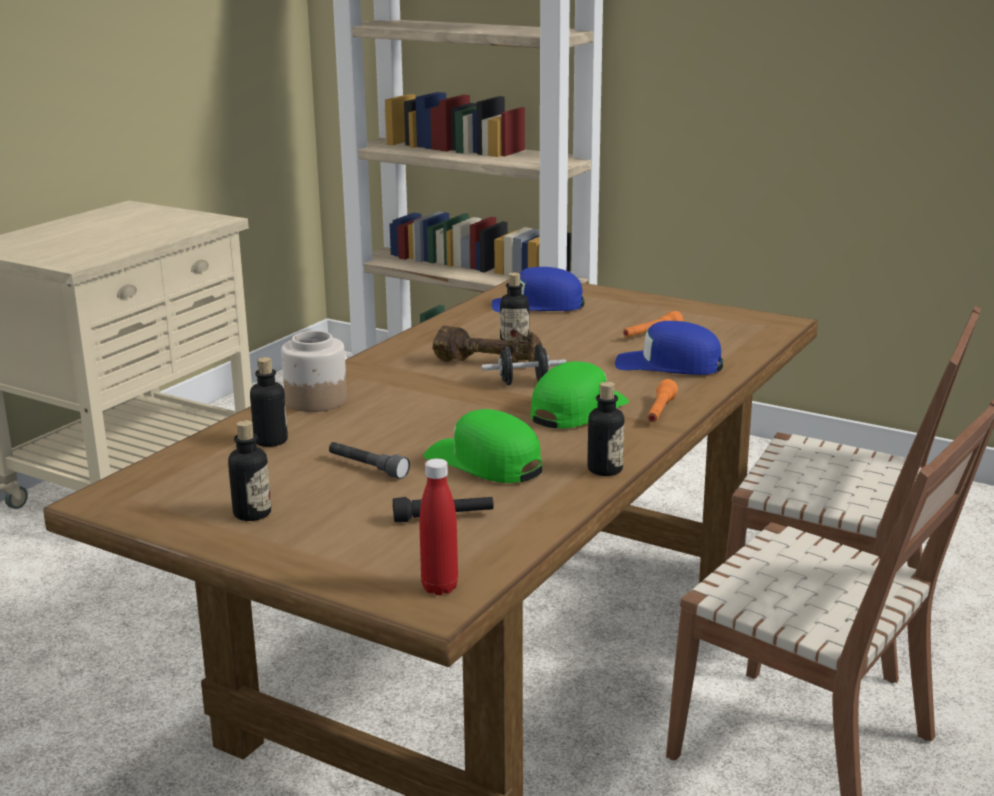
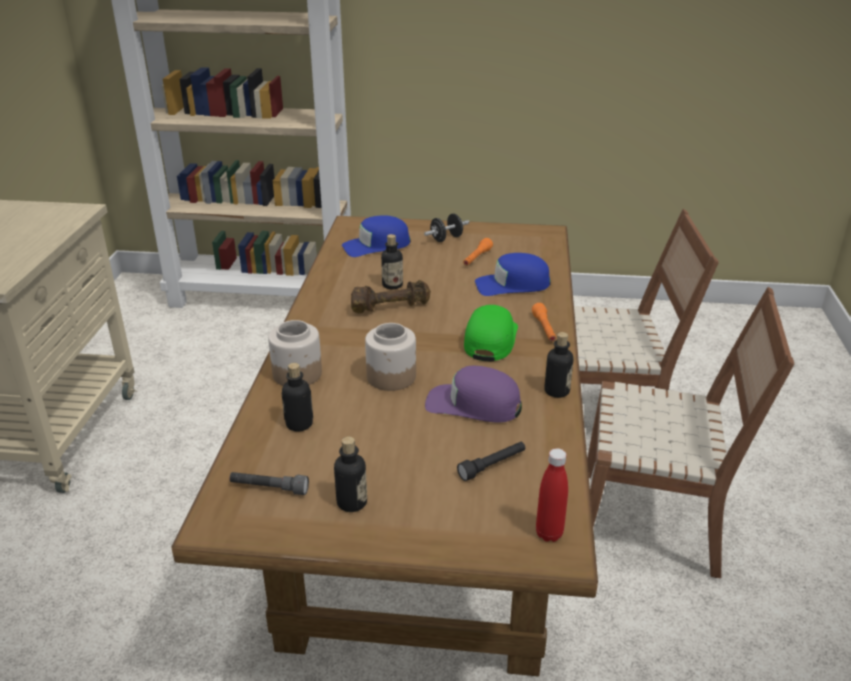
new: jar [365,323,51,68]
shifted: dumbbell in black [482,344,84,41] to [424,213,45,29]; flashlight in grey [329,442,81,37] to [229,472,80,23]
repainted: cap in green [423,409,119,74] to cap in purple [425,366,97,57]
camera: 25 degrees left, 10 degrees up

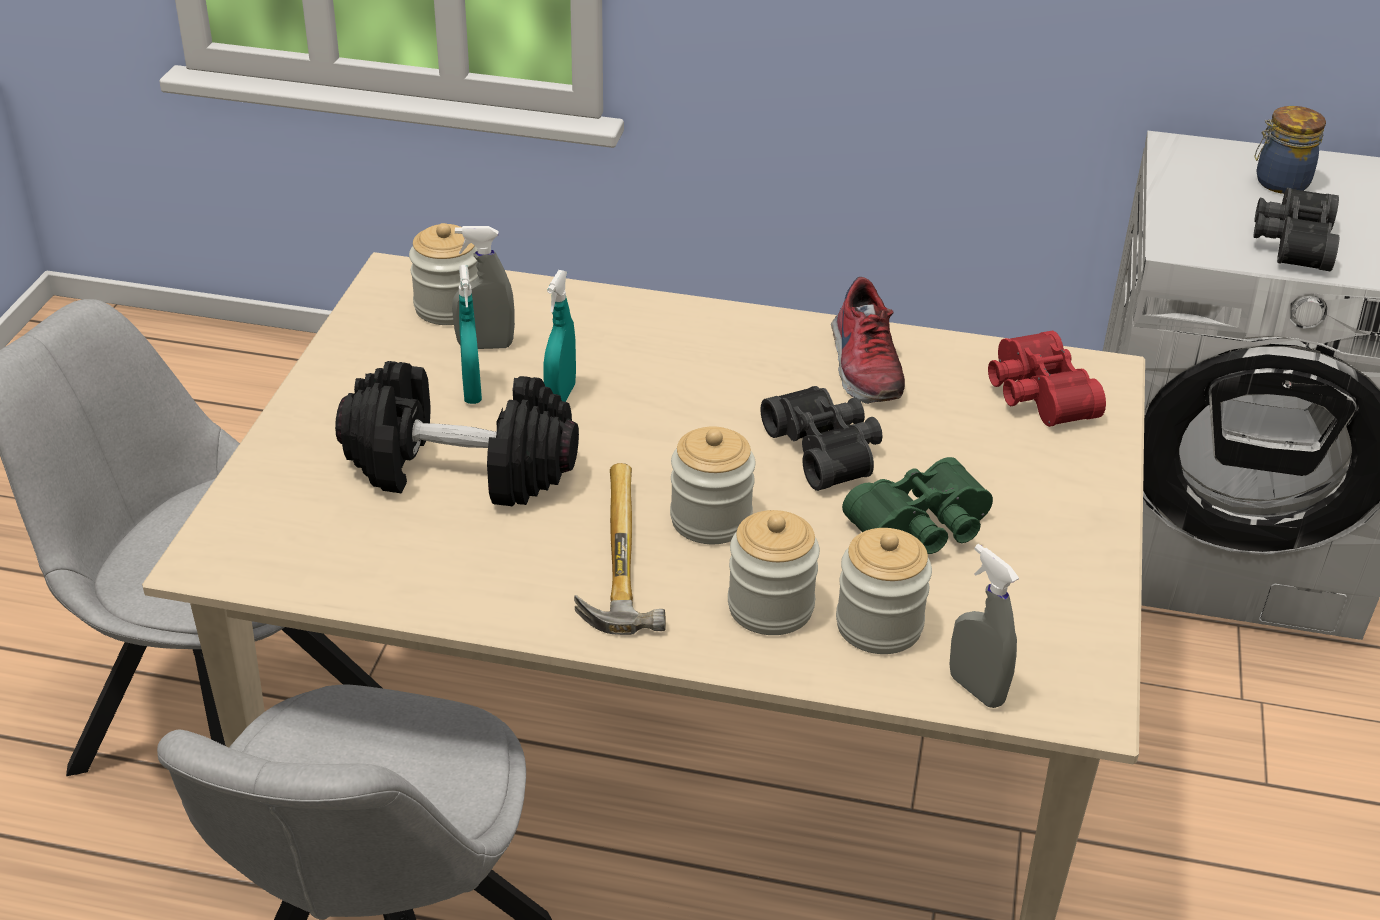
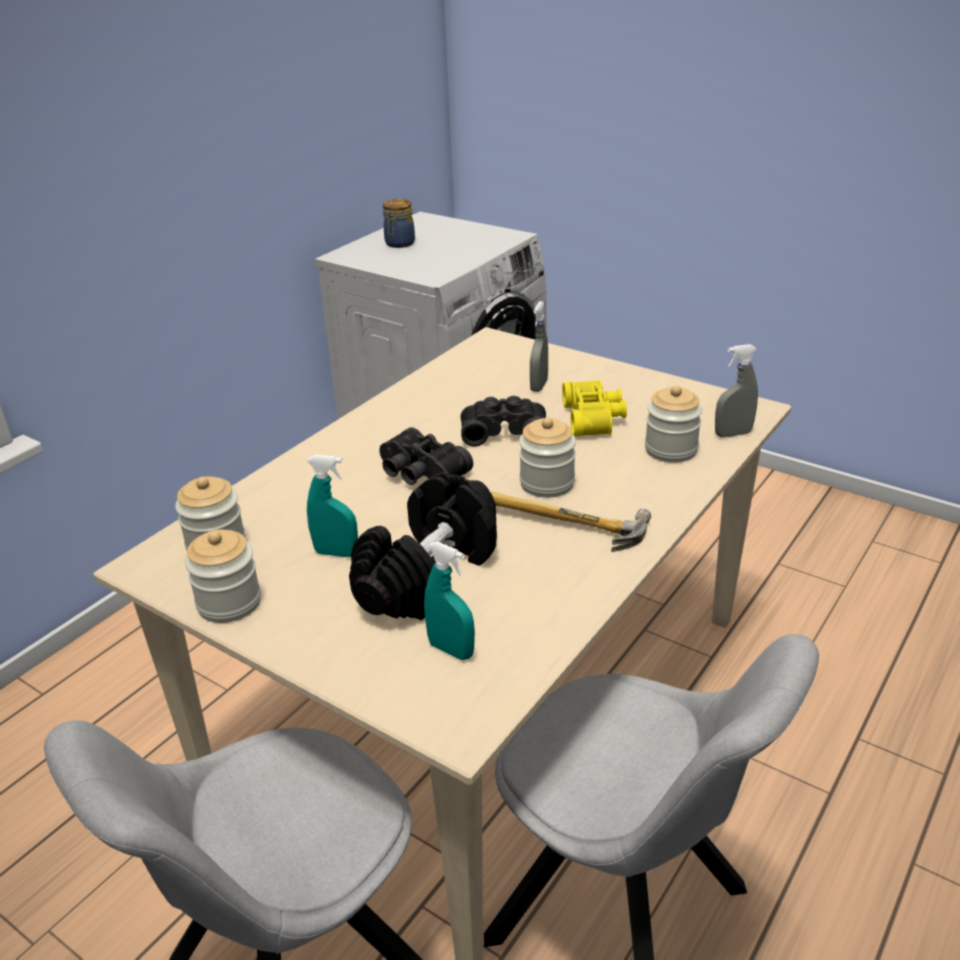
gone: shoe [831,277,74,127]; binoculars in red [988,331,118,96]
shifted: binoculars in black [1253,188,86,84] to [379,427,94,58]; spray bottle in grey [452,226,63,123] to [530,301,18,91]; spray bottle in turquoise [543,270,33,132] to [424,541,51,119]; jar [728,510,92,125] to [185,530,76,93]
repainted: binoculars in green [842,457,151,97] to binoculars in yellow [562,380,65,57]
camera: 65 degrees left, 5 degrees down

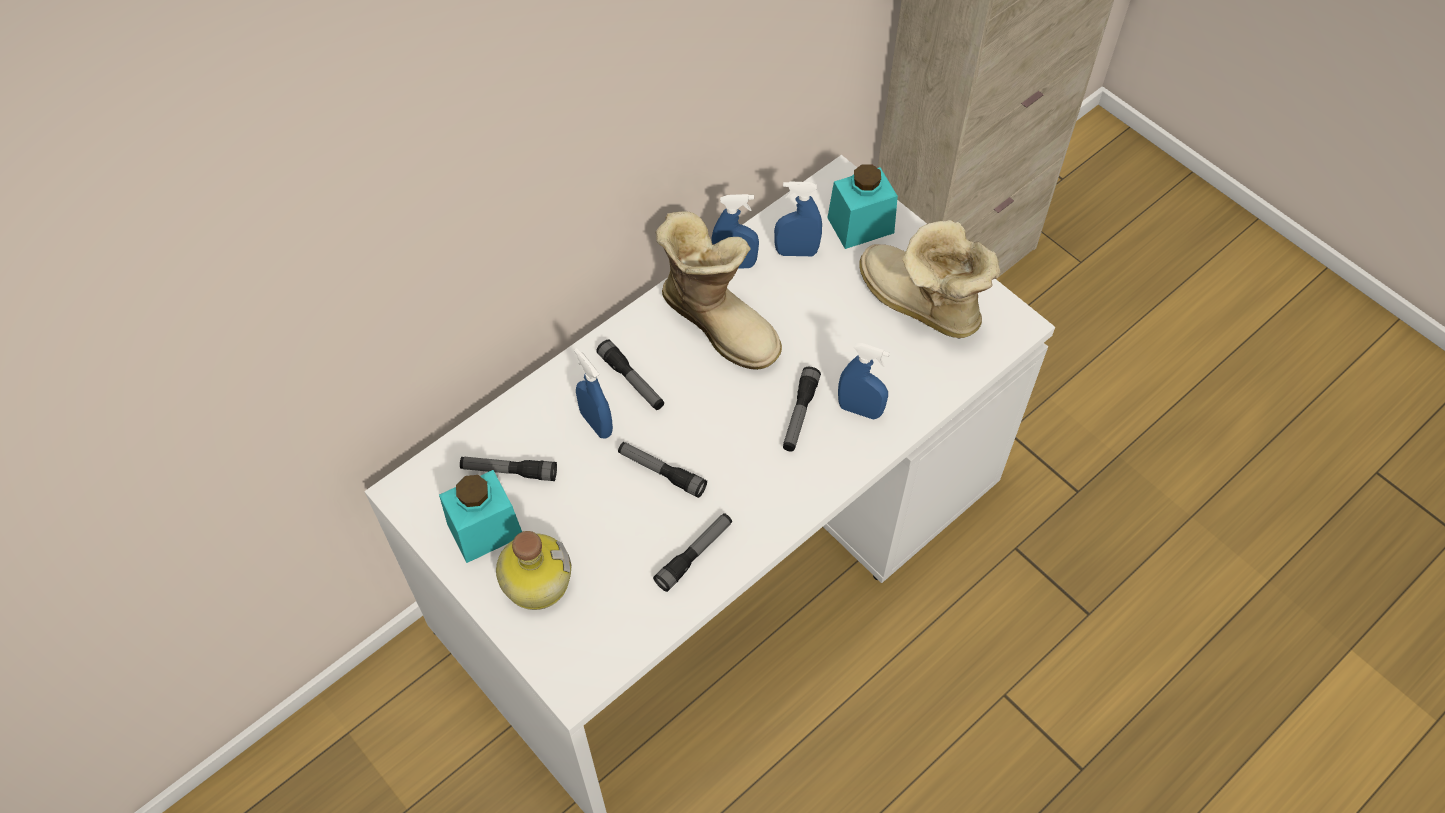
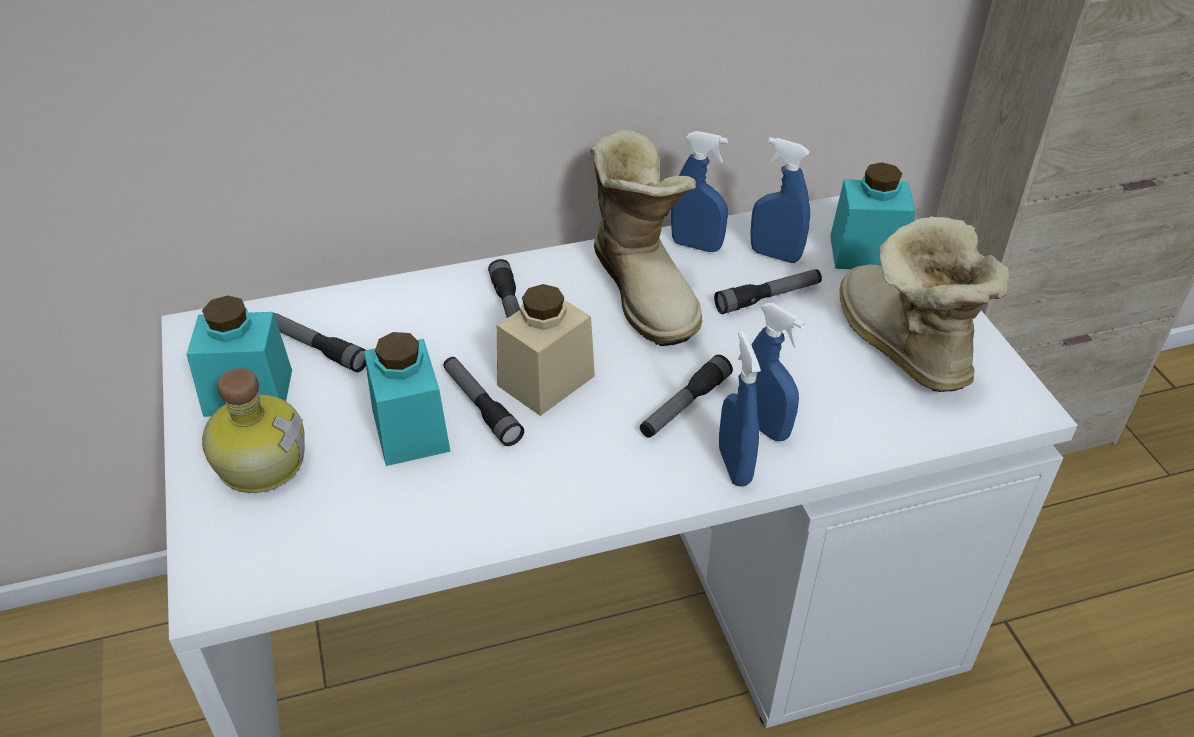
new: jar in beige [497,284,98,132]; jar in turquoise [364,332,87,134]
shifted: spray bottle in blue [574,348,39,90] to [719,331,42,156]; flashlight [653,513,79,79] to [714,269,108,45]
camera: 25 degrees right, 15 degrees down

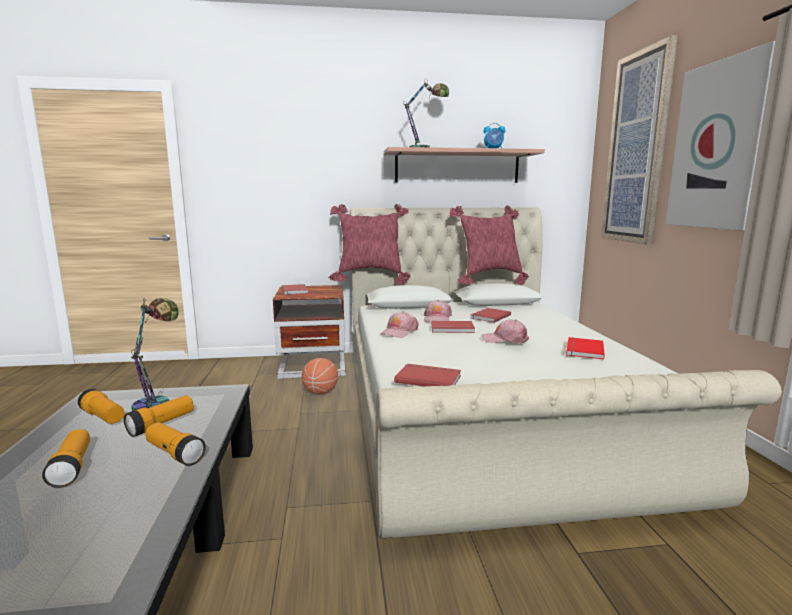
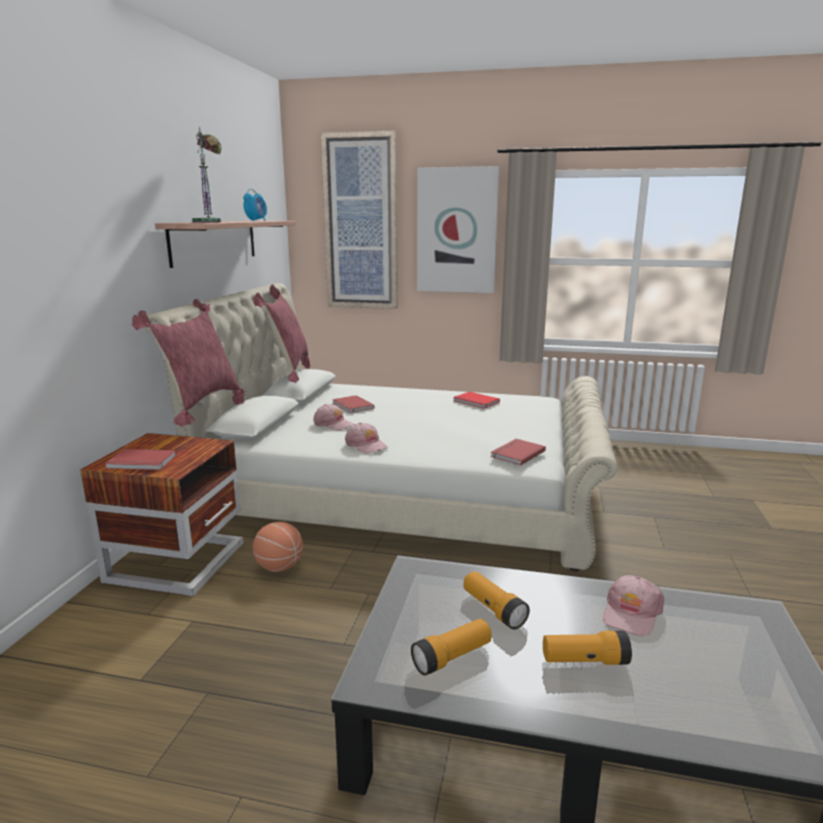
gone: table lamp [131,298,48,113]; book in red [432,321,43,12]; flashlight [145,422,61,44]
shifted: cap in pink [481,320,48,23] to [603,575,61,61]
camera: 70 degrees left, 5 degrees up

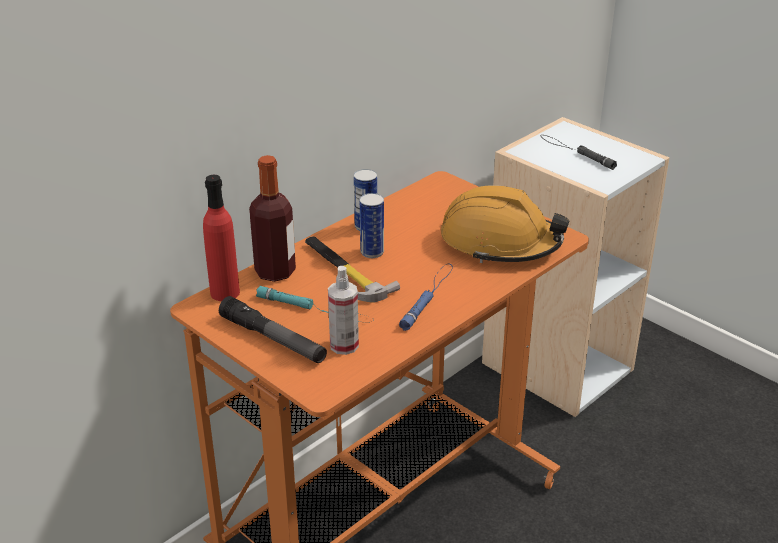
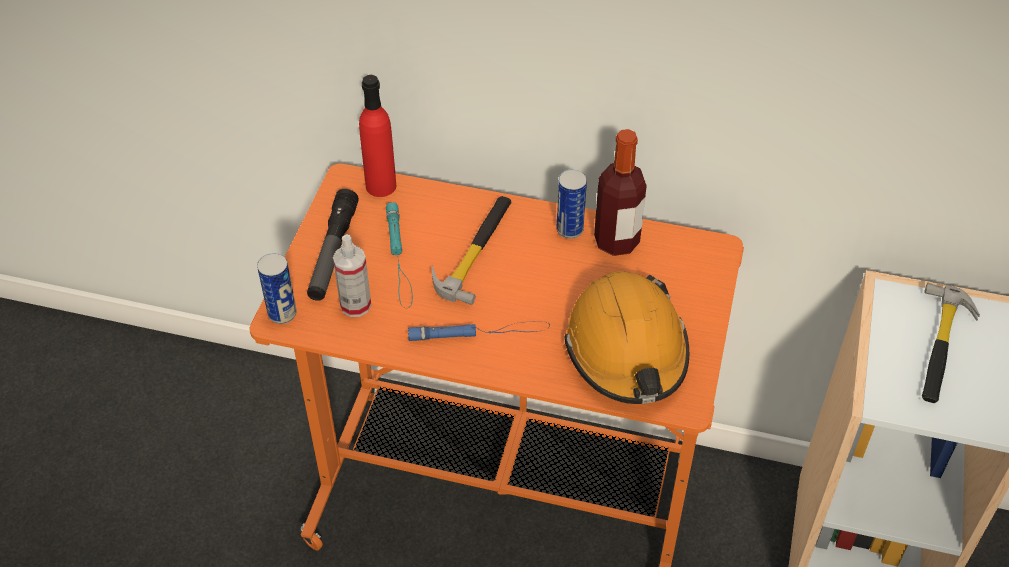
shifted: bottle [249,155,47,127] to [594,129,53,127]; can [360,193,24,65] to [257,253,40,71]
swapped: flashlight in black [541,135,76,35] to hammer [922,283,58,120]
camera: 60 degrees right, 15 degrees up

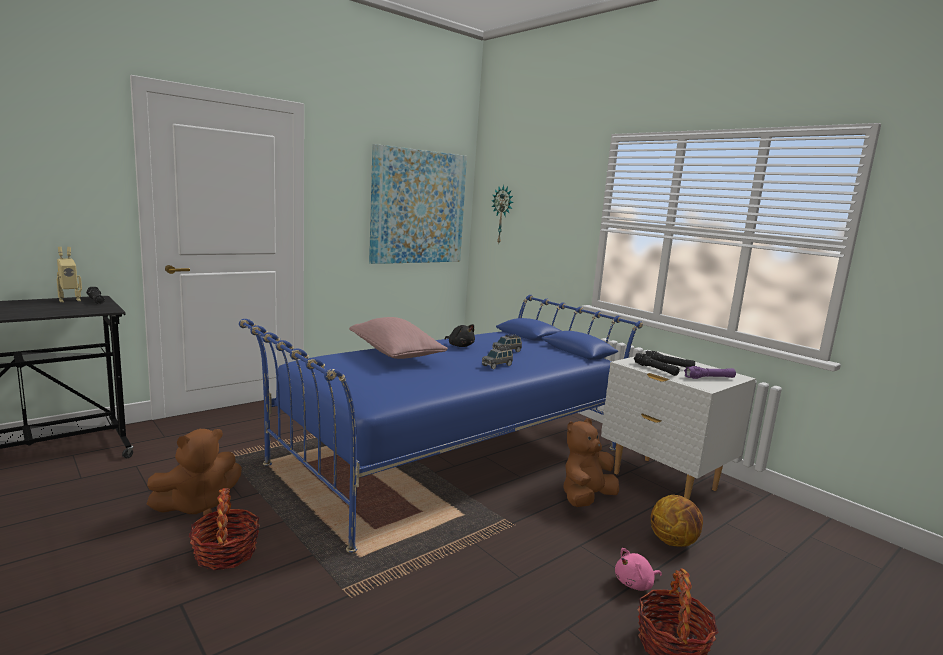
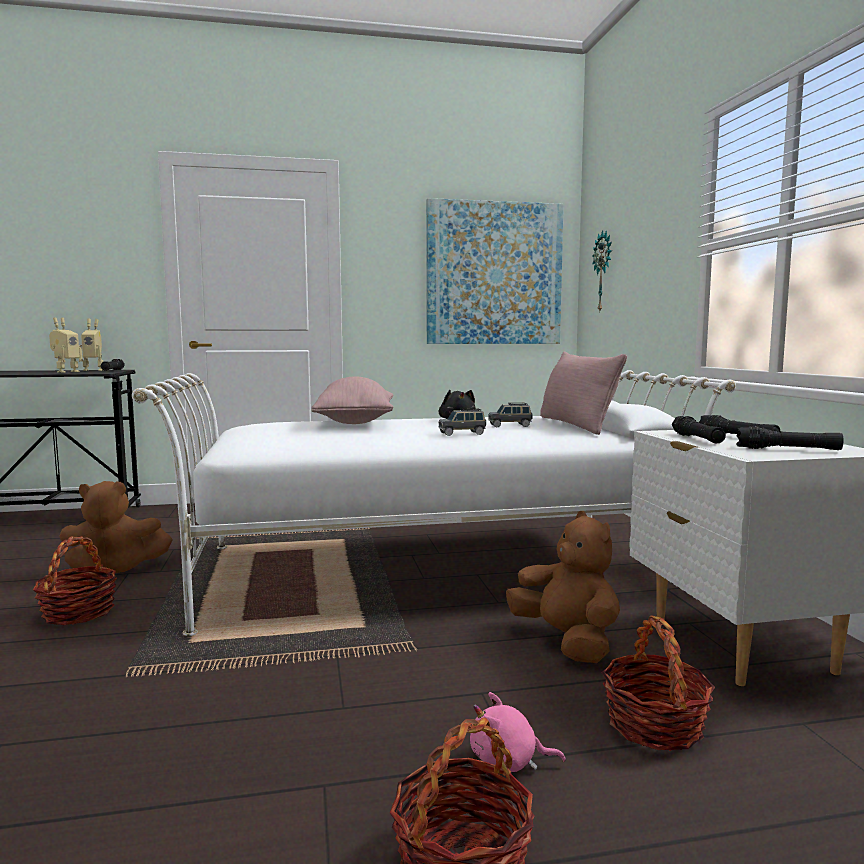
new: toy robot [49,317,33,56]; pillow in pink [540,352,87,83]
swapped: basketball [651,495,52,52] to basket [602,616,113,135]
repainted: bed in blue [239,295,404,258] to bed in white [132,370,604,267]; flashlight in purple [684,366,52,13] to flashlight in black [737,426,107,24]
rotated: plush toy in brown [563,418,56,89] = [506,511,114,152] 75 degrees clockwise
camera: 30 degrees right, 5 degrees down

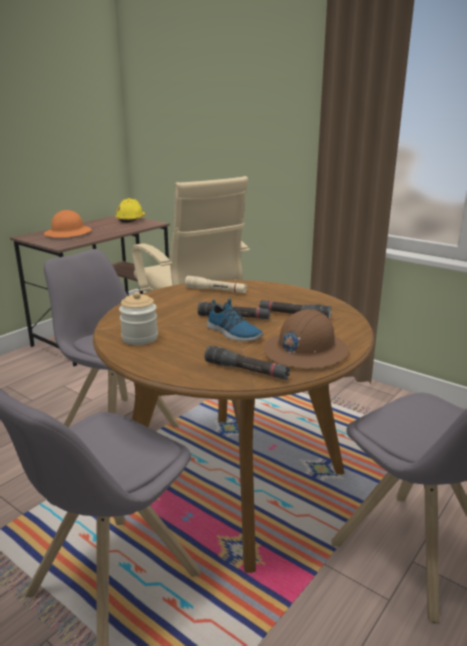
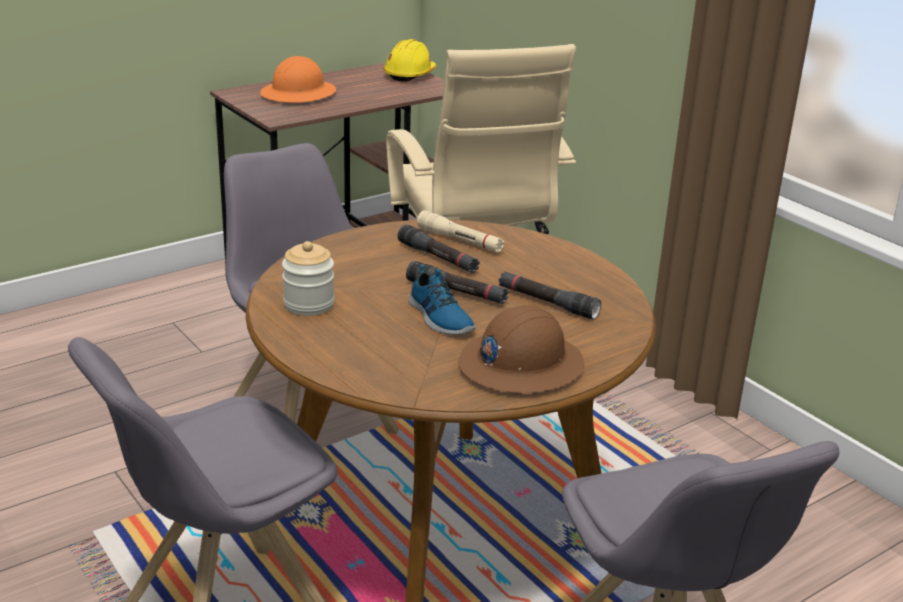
shifted: flashlight in black [205,346,85,34] to [397,225,83,48]
camera: 15 degrees right, 5 degrees up

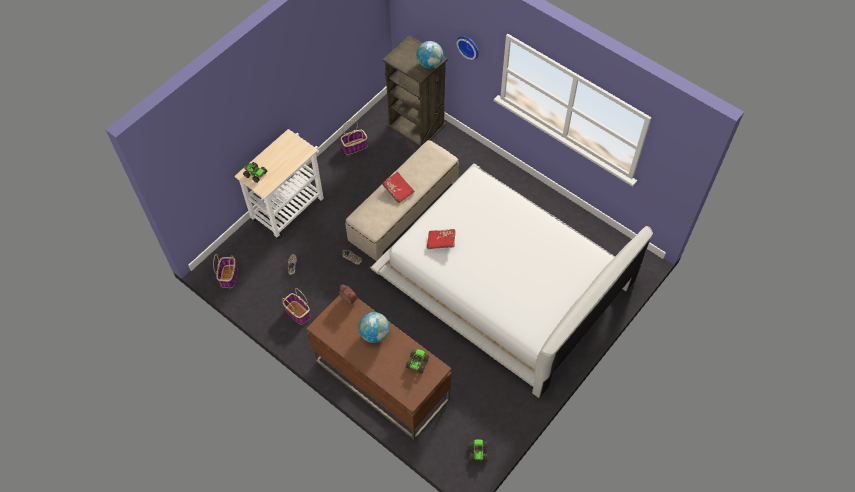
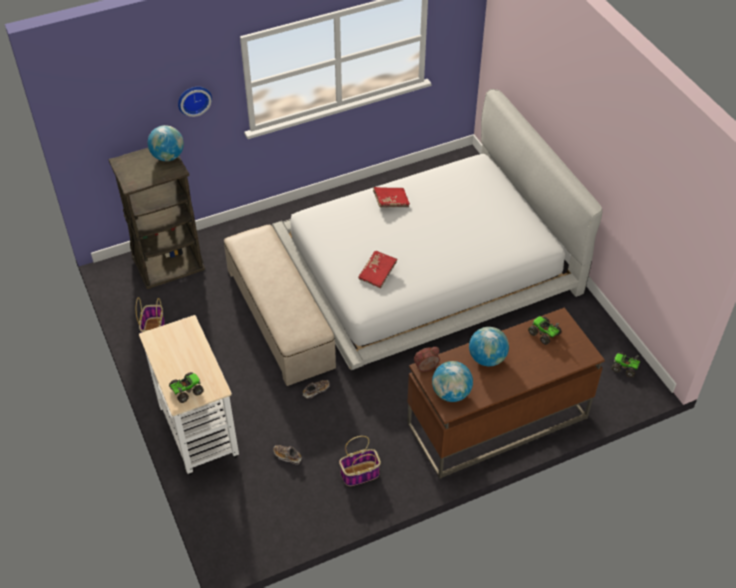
gone: basket [213,254,25,34]
new: globe [432,361,41,41]
shifted: book in red [382,172,32,31] to [373,187,37,20]
camera: 65 degrees left, 10 degrees down

